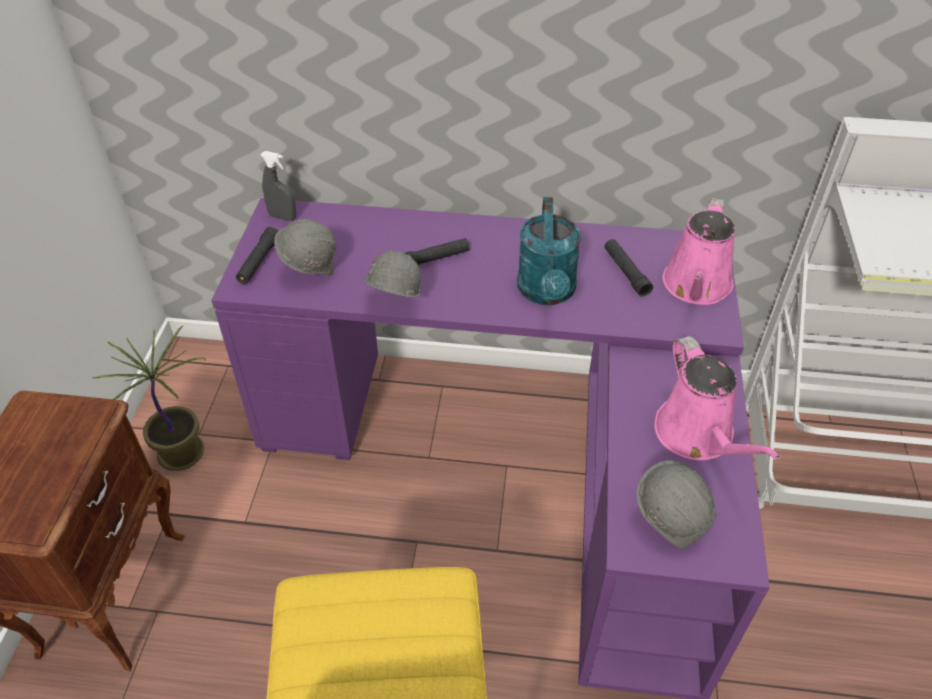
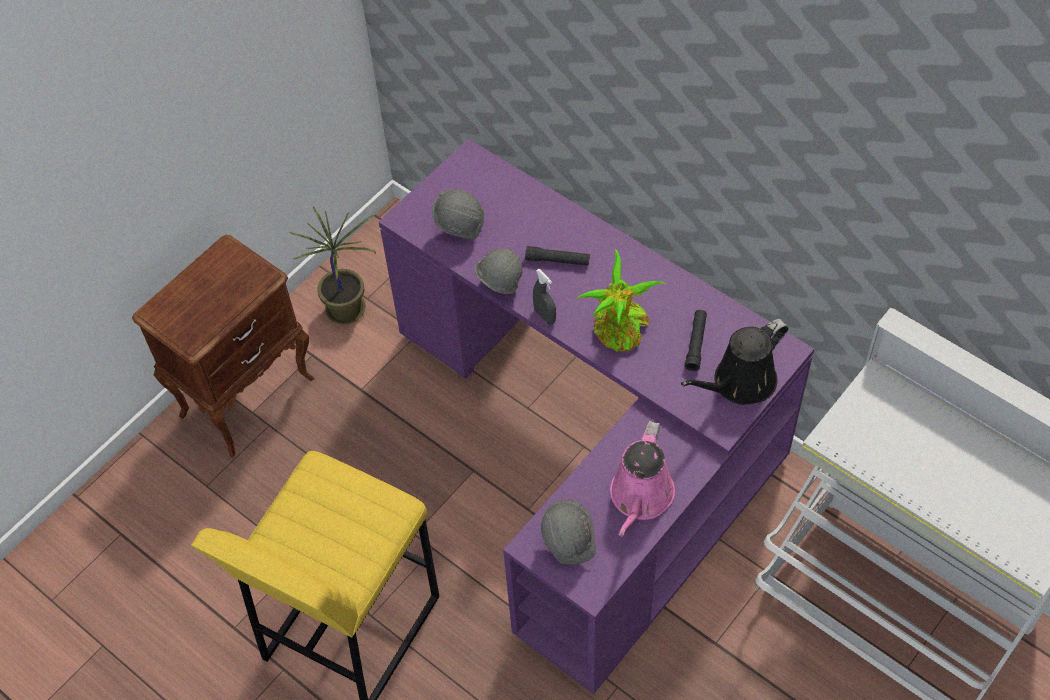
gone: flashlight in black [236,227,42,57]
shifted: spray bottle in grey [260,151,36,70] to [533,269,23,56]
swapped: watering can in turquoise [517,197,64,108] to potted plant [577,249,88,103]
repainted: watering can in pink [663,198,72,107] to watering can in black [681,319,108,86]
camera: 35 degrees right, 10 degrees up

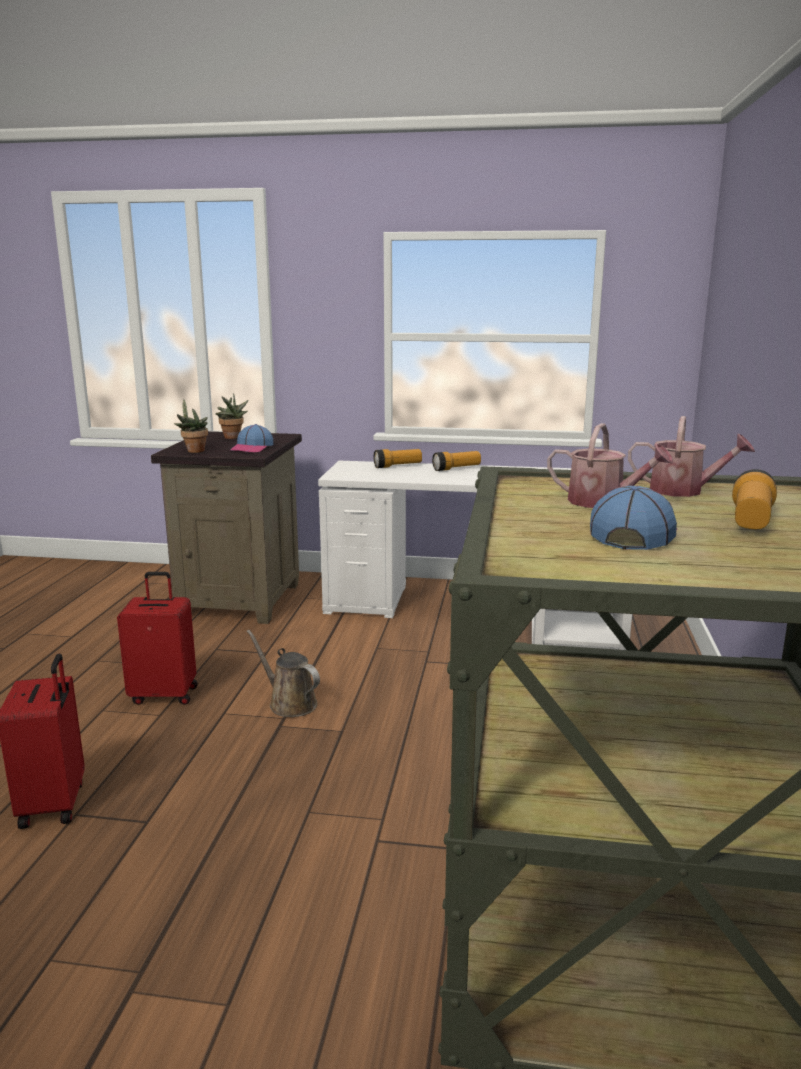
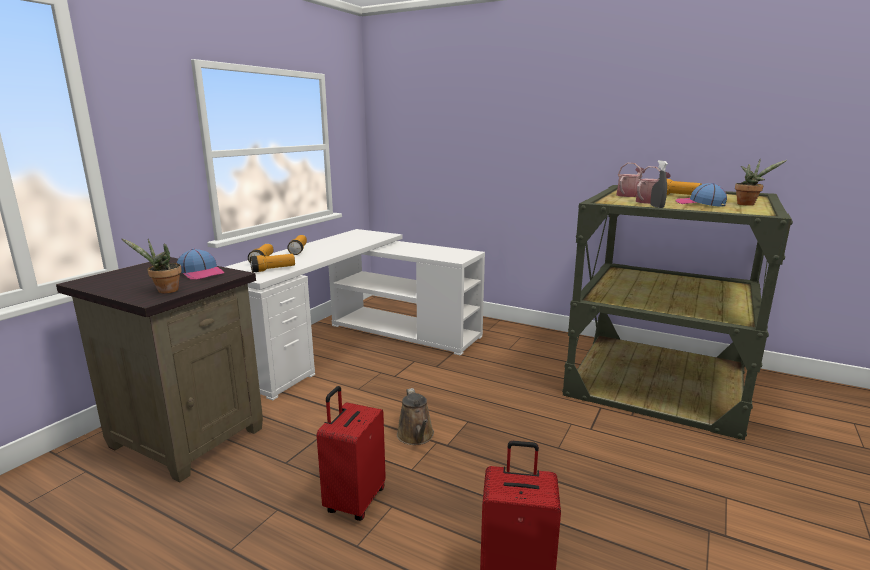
new: spray bottle in grey [650,160,18,48]; flashlight [250,254,45,18]
shifted: potted plant [216,393,33,46] to [735,158,52,48]
rotated: watering can in brown [247,630,73,87] = [397,388,37,57] 75 degrees counterclockwise
camera: 70 degrees left, 0 degrees up

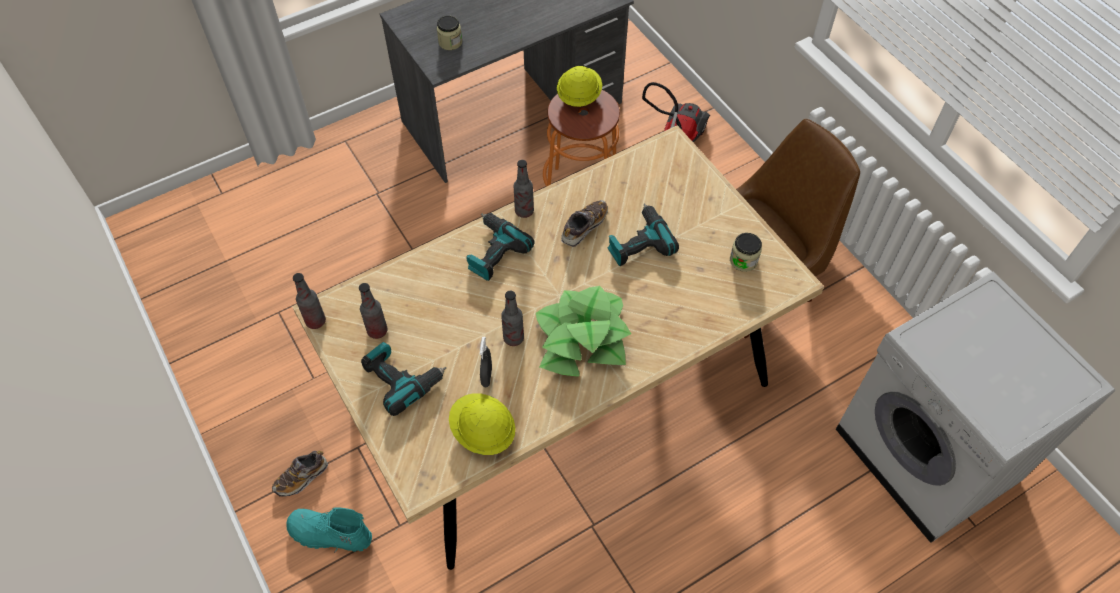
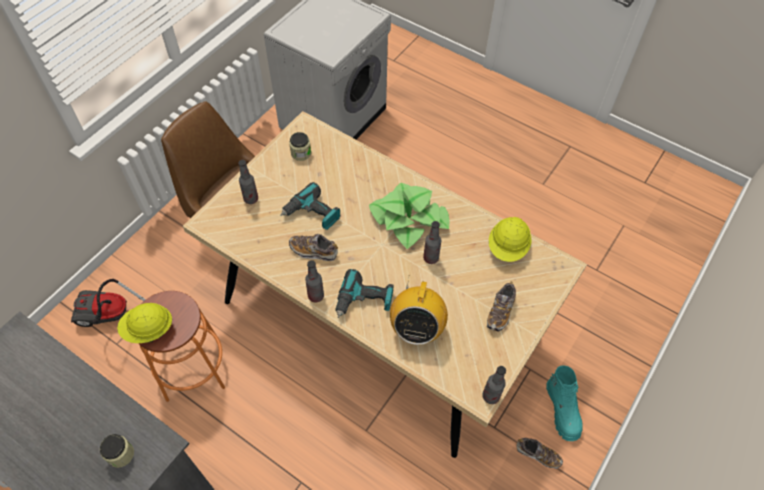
gone: spray bottle in grey [480,337,12,50]
new: radio [390,275,58,70]
shifted: bottle [359,283,29,56] to [238,160,20,44]
swapped: power drill [361,342,85,74] to shoe [487,282,29,50]
camera: 115 degrees left, 0 degrees up

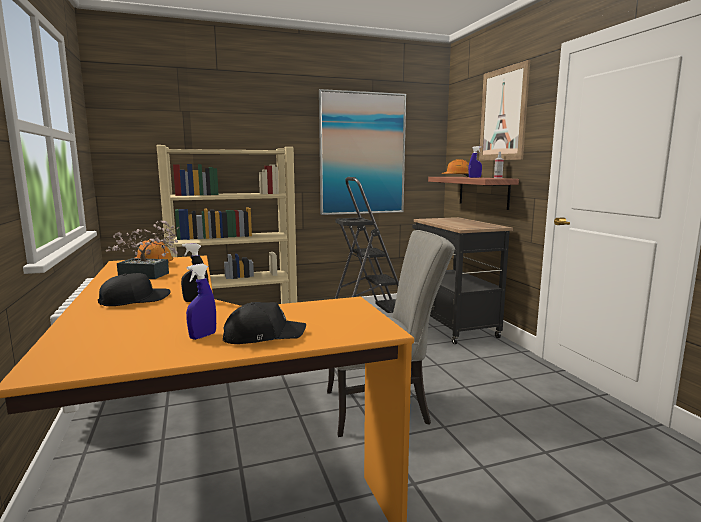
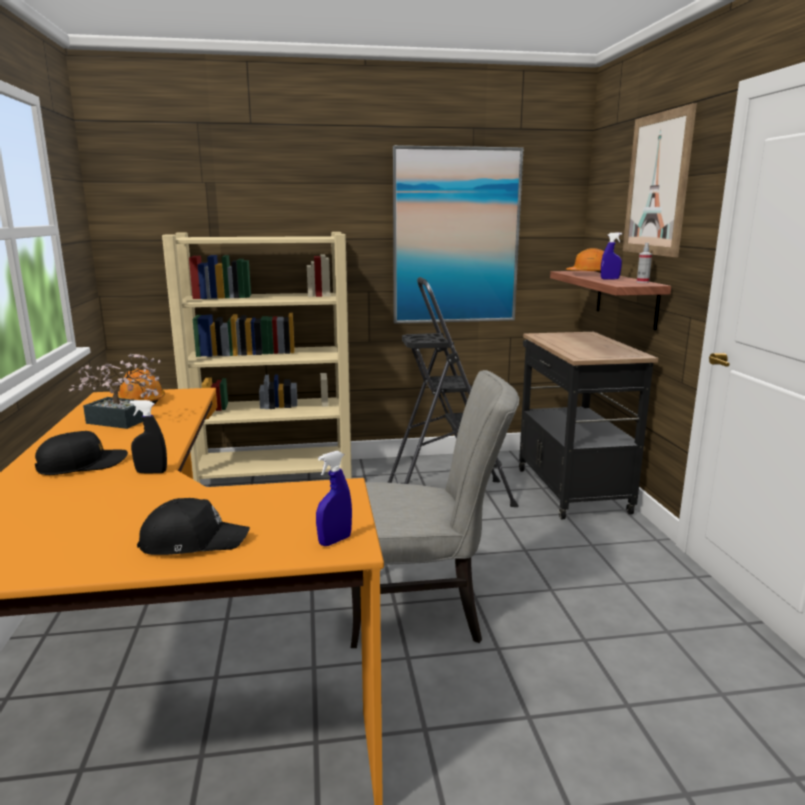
shifted: spray bottle in blue [186,264,30,76] to [316,451,36,95]
camera: 10 degrees right, 5 degrees up

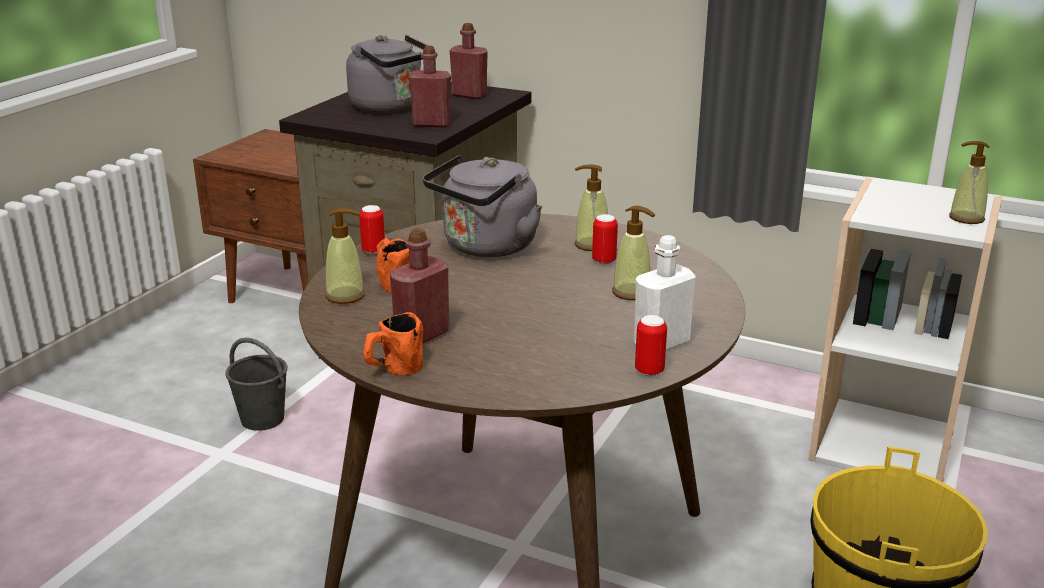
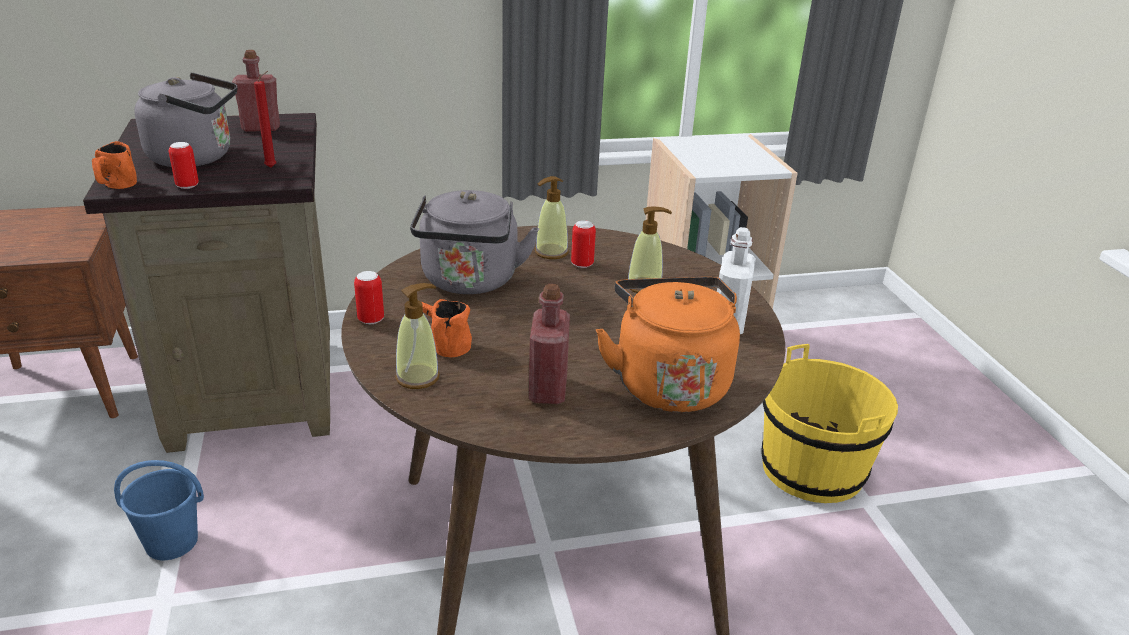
gone: soap dispenser [949,141,41,83]
new: kettle in orange [596,277,144,135]
shifted: mug in orange [364,312,59,63] to [92,141,45,48]; can [635,315,32,61] to [169,142,30,47]
swapped: bottle in red [409,46,42,81] to candle in red [254,71,22,97]
repainted: bucket in grey [225,338,62,93] to bucket in blue [114,460,90,100]
camera: 40 degrees left, 5 degrees up

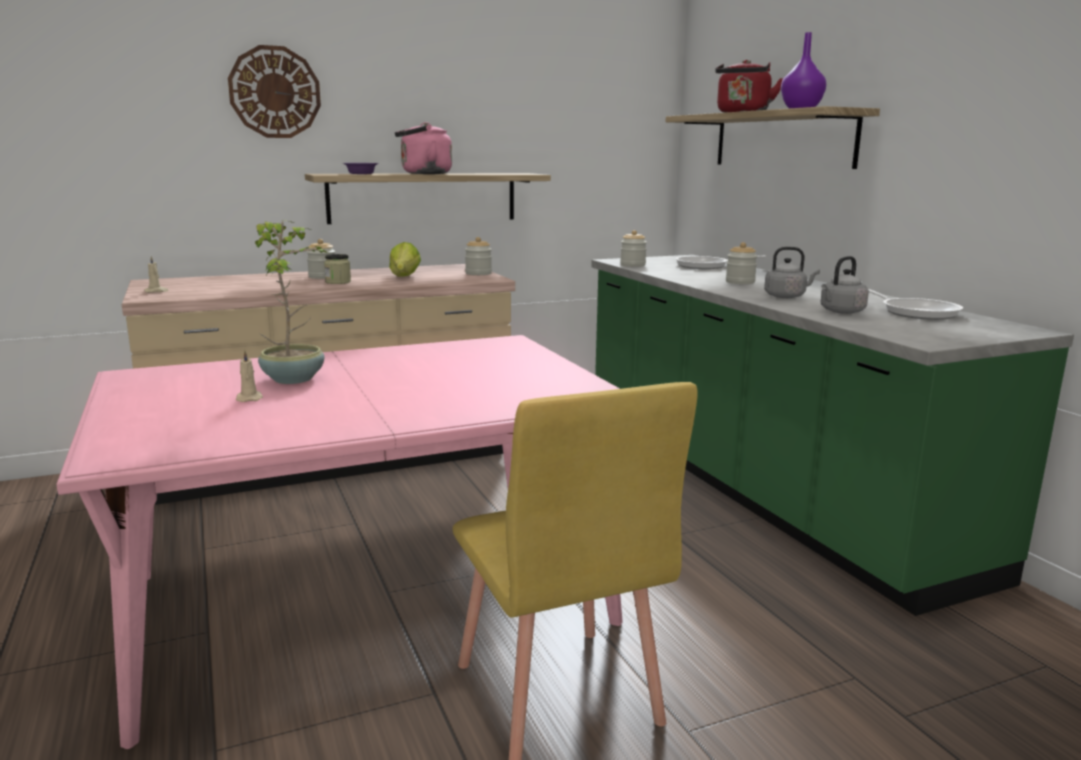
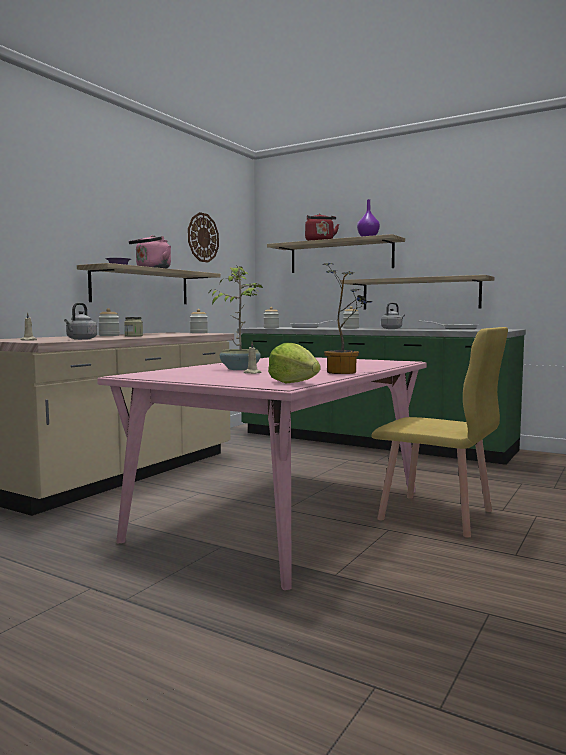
new: potted plant [323,263,50,111]; shelf [340,275,154,34]
shifted: wall clock [228,45,93,93] to [188,212,31,50]; lettuce [389,242,32,35] to [268,343,53,40]; kettle in grey [821,256,48,58] to [64,303,33,37]
camera: 35 degrees left, 10 degrees down

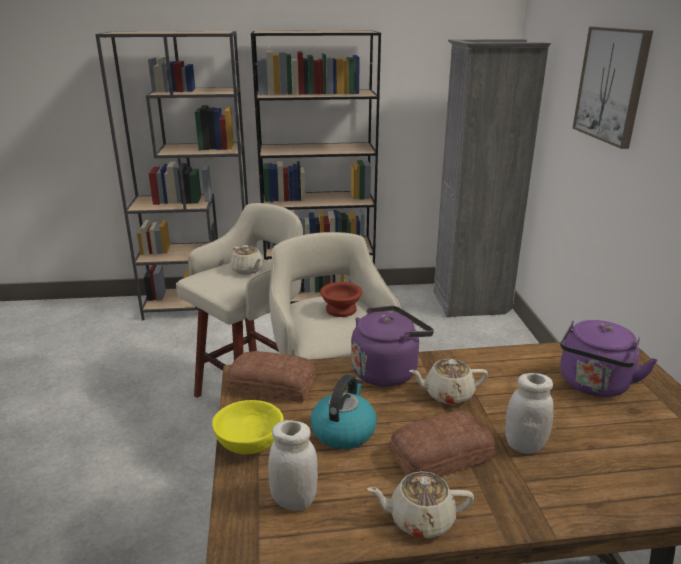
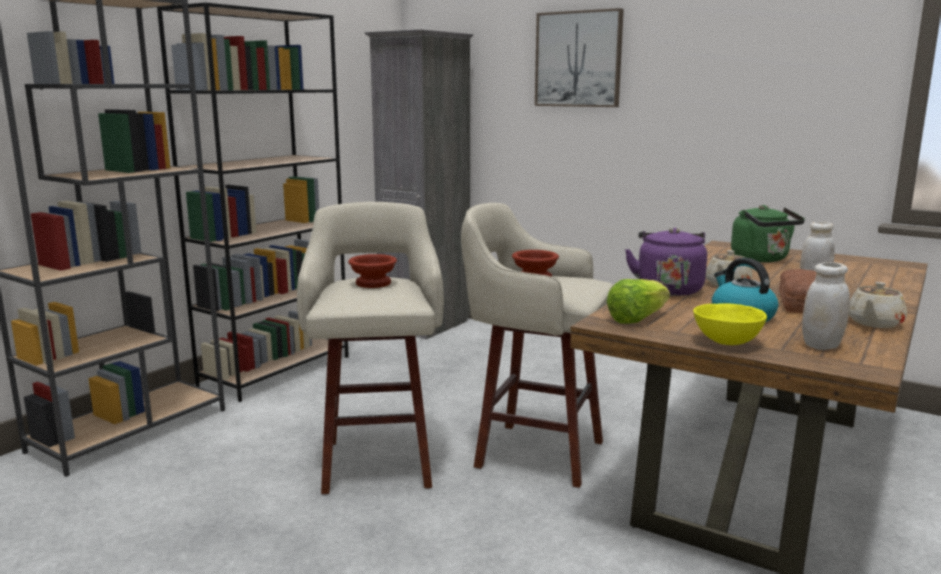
swapped: teapot in beige [230,245,34,30] to bowl in brown [348,254,49,34]; bread [227,351,89,52] to lettuce [607,279,63,45]
repainted: kettle in purple [560,320,98,77] to kettle in green [731,205,74,57]
camera: 50 degrees left, 10 degrees down

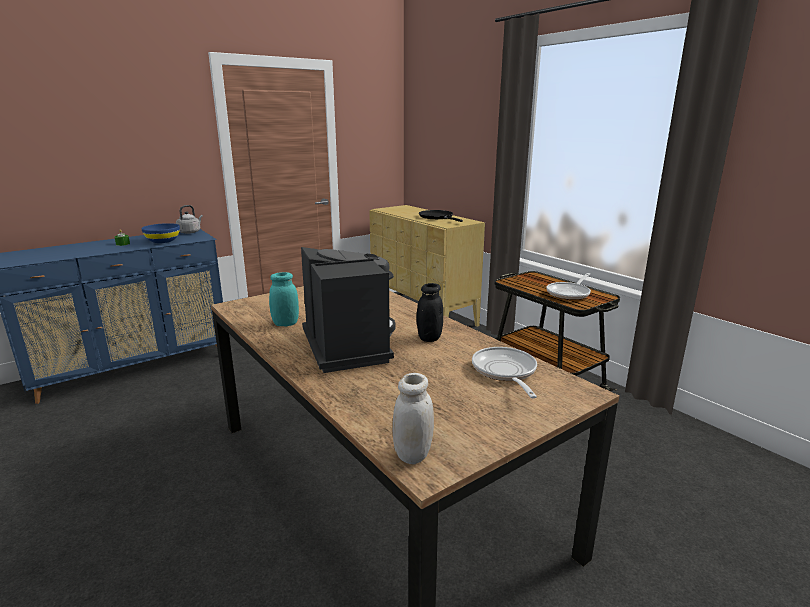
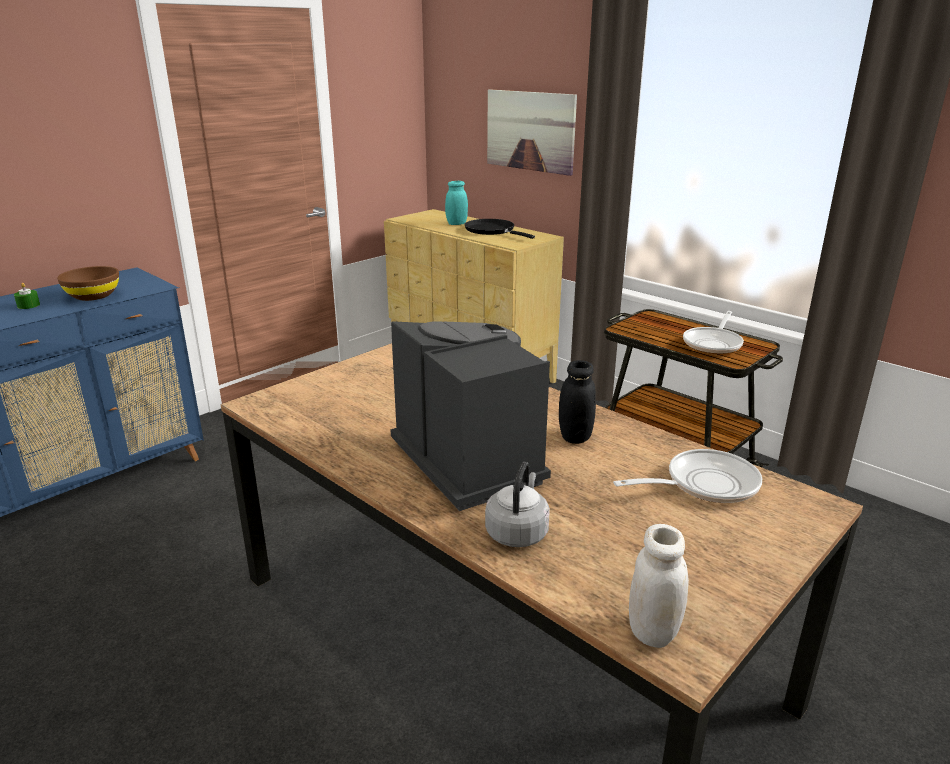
new: picture [487,89,90,87]
shifted: kettle in grey [176,205,27,29] to [485,462,65,85]; jar in turquoise [269,272,30,54] to [445,181,23,44]
repainted: bowl in blue [141,223,39,20] to bowl in brown [57,266,62,35]
rotated: frying pan [472,347,65,51] = [613,449,149,54] 90 degrees clockwise
camera: 10 degrees left, 5 degrees up

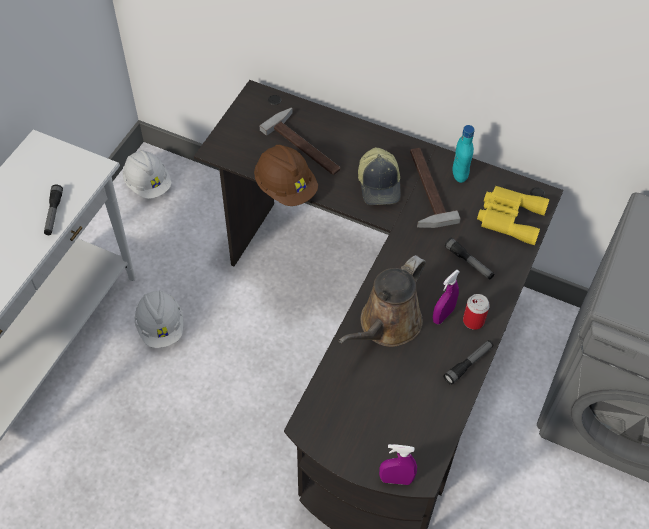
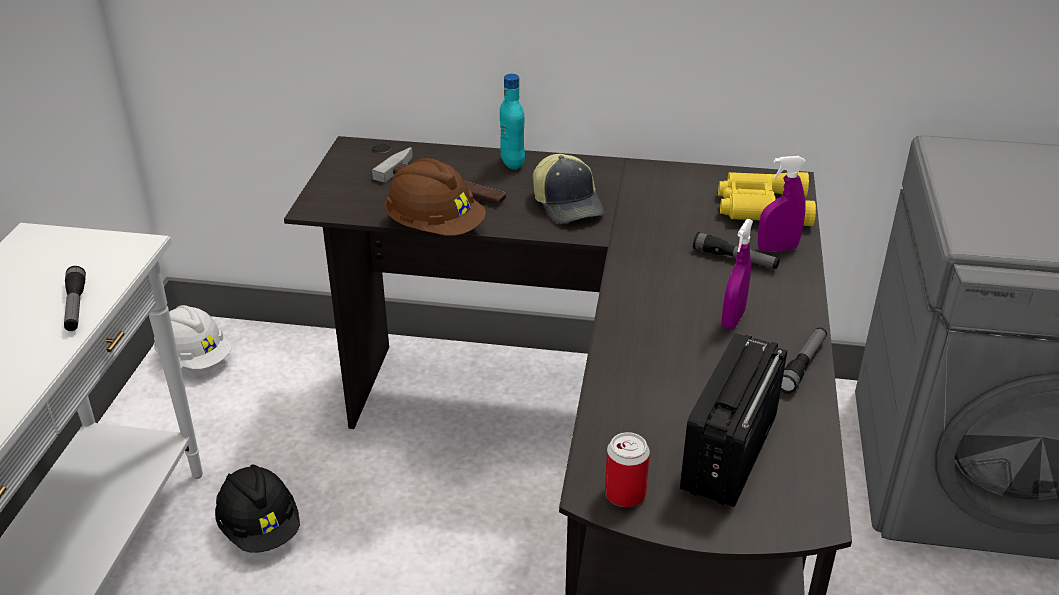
gone: hammer [410,148,51,80]; watering can in brown [338,255,88,92]
new: radio [680,333,107,174]
shifted: bottle in turquoise [452,125,23,58] to [500,74,25,96]; can [463,294,27,36] to [605,432,45,75]; spray bottle in purple [379,444,38,41] to [758,156,48,96]
repainted: hard hat in white [135,290,48,58] to hard hat in black [215,465,85,88]
camera: 15 degrees left, 20 degrees down

